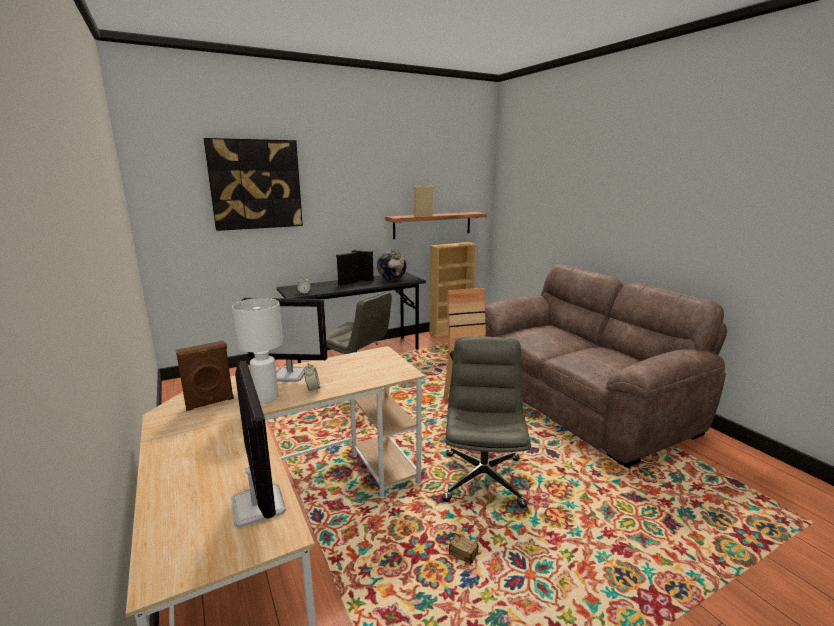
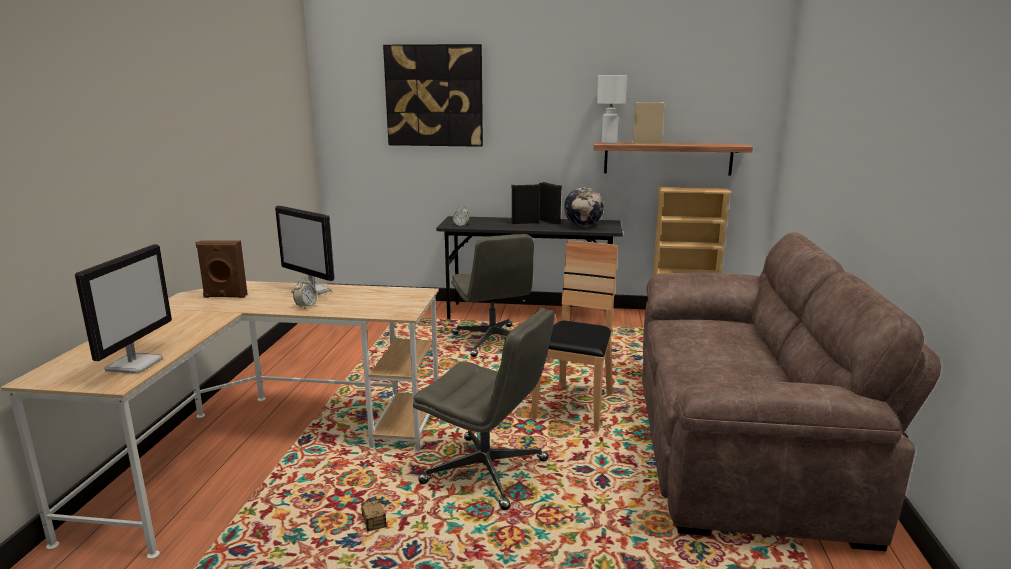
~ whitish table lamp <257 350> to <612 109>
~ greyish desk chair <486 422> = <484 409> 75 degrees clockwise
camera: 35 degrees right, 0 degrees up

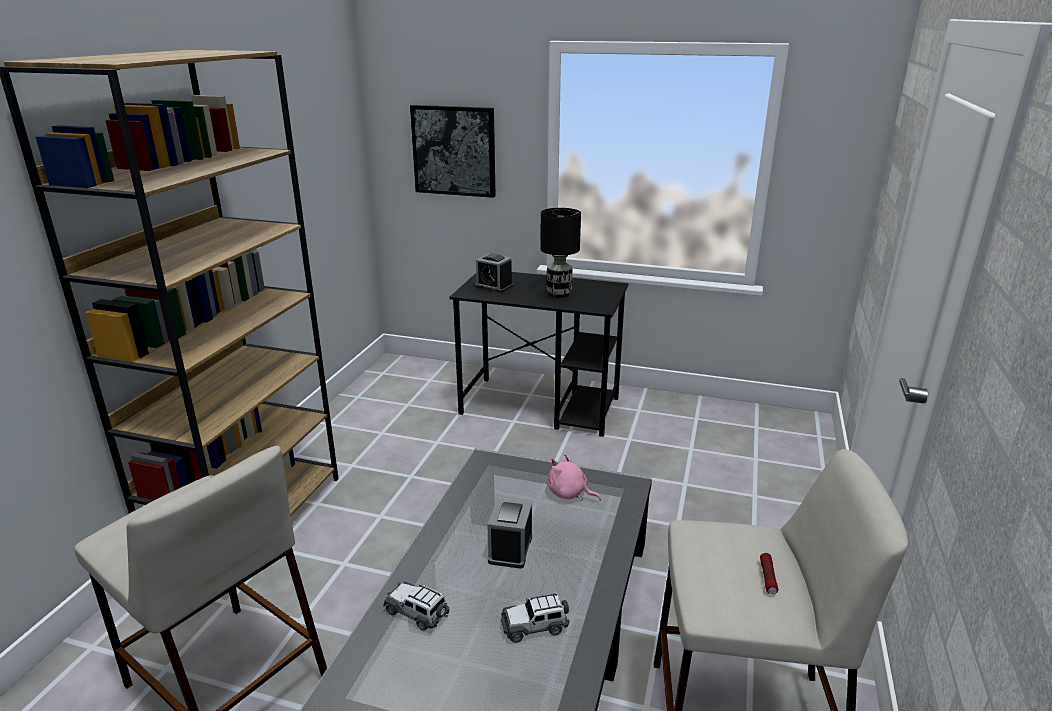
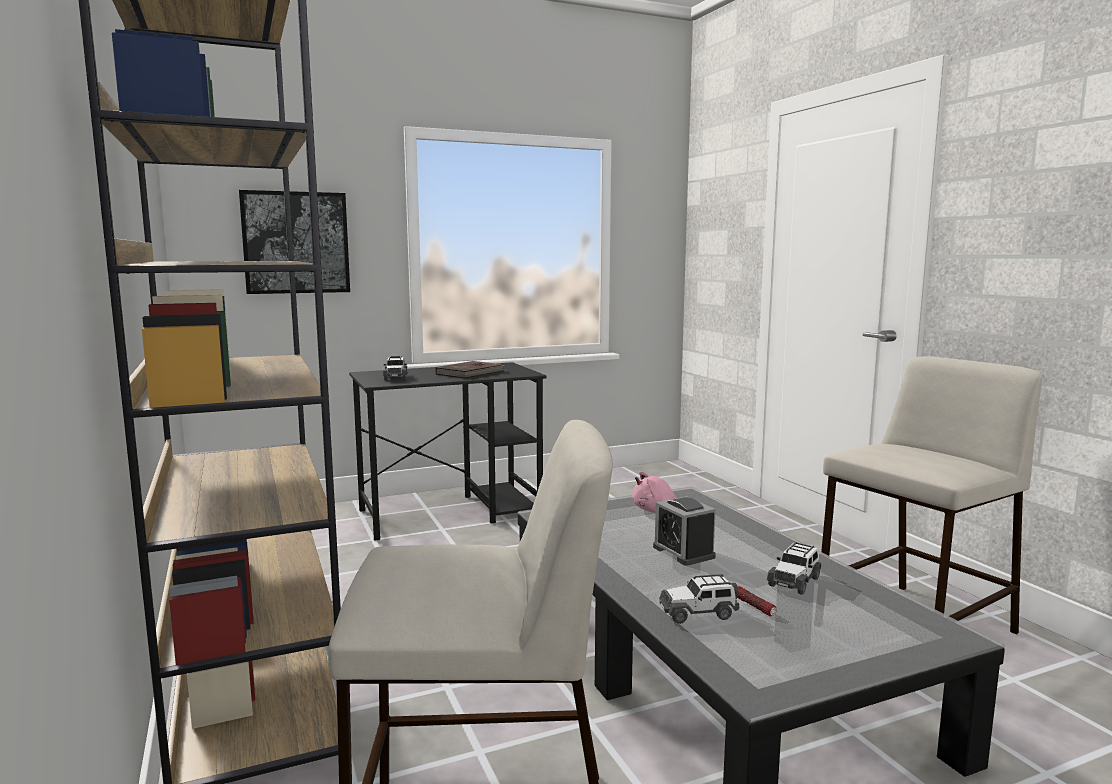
~ black table lamp <560 253> to brownish book <471 369>
~ table clock <494 273> to toy car <395 368>
~ hand torch <769 573> to <757 601>
camera: 40 degrees left, 15 degrees down

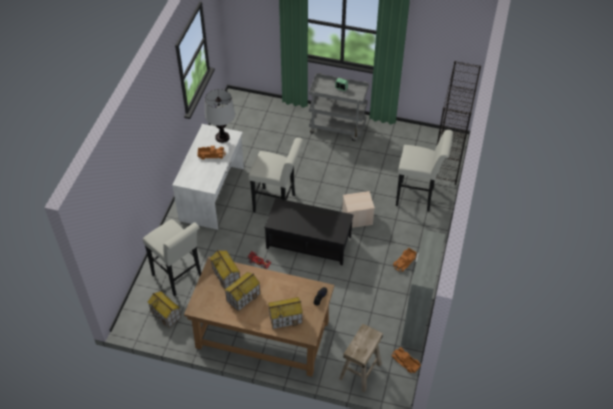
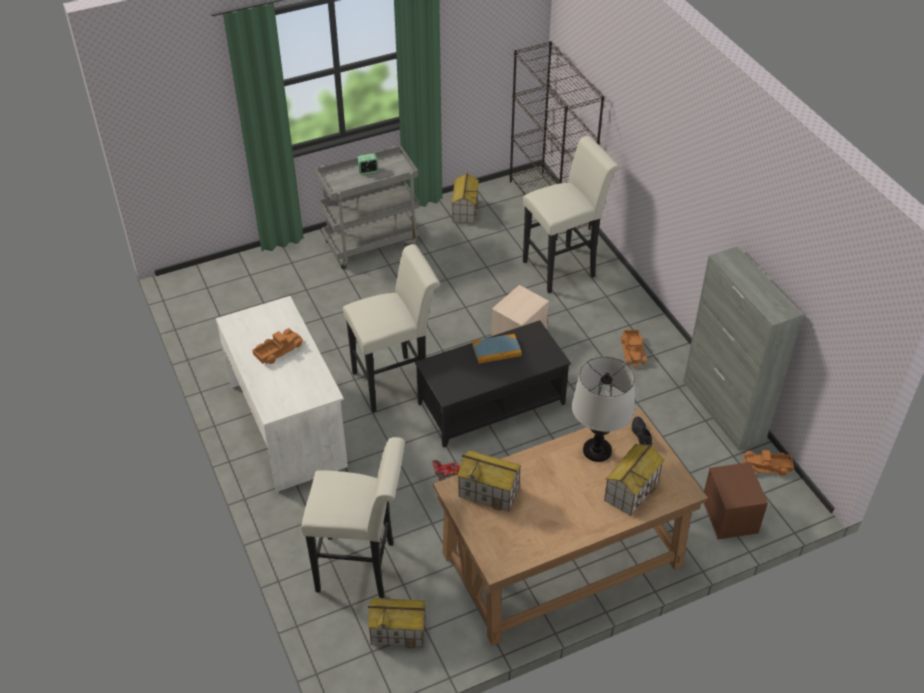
~ table lamp <220 116> to <603 409>
~ miniature house <242 292> to <465 198>
~ beige stool <361 358> to brownish storage box <736 500>
+ book <497 349>
camera: 40 degrees left, 5 degrees down

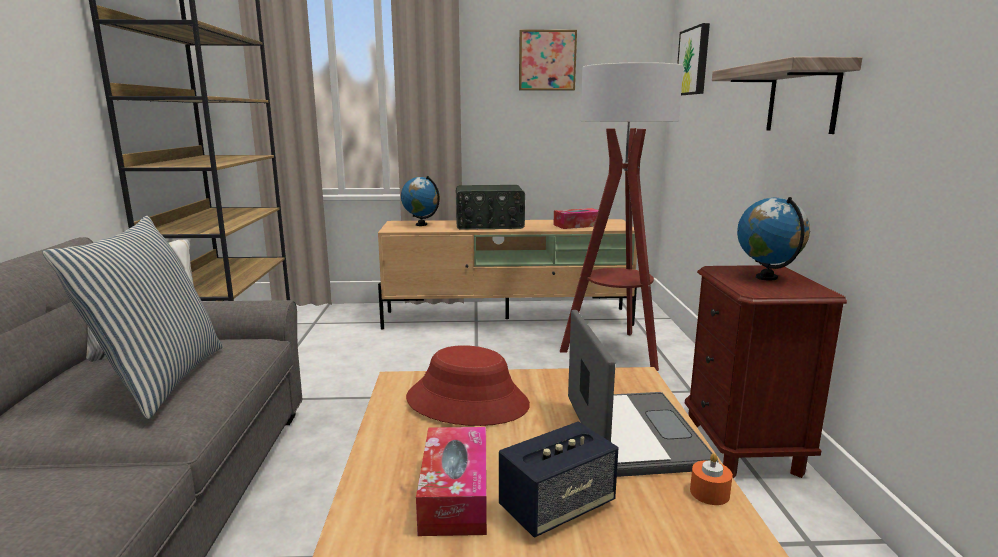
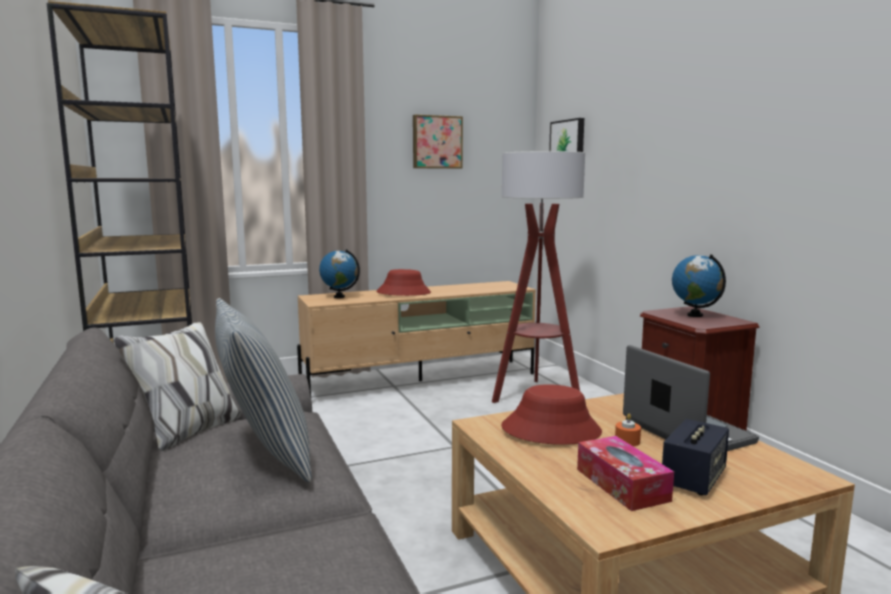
- shelf <787 95>
~ radio set <490 207> to reddish hat <403 282>
- tissue box <575 218>
~ orange-coloured wax light <711 479> to <628 430>
camera: 20 degrees left, 5 degrees down

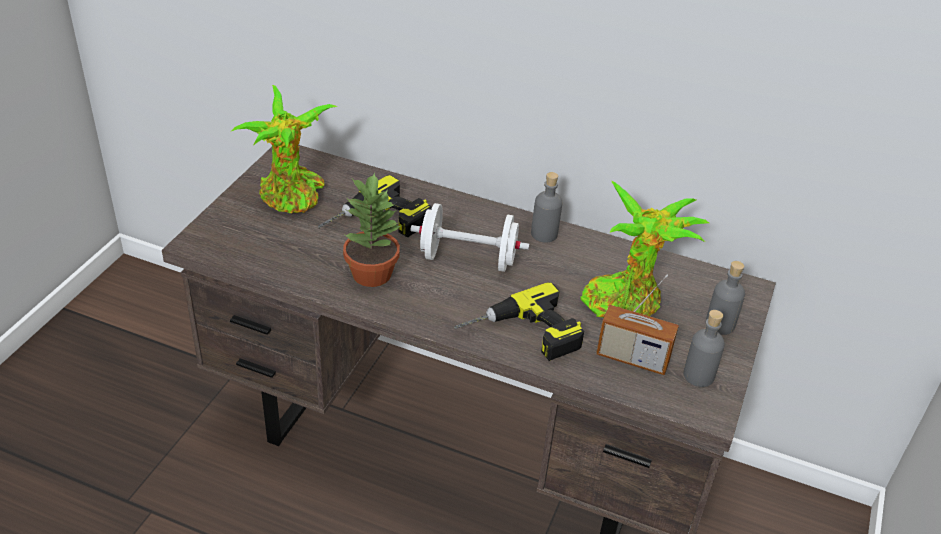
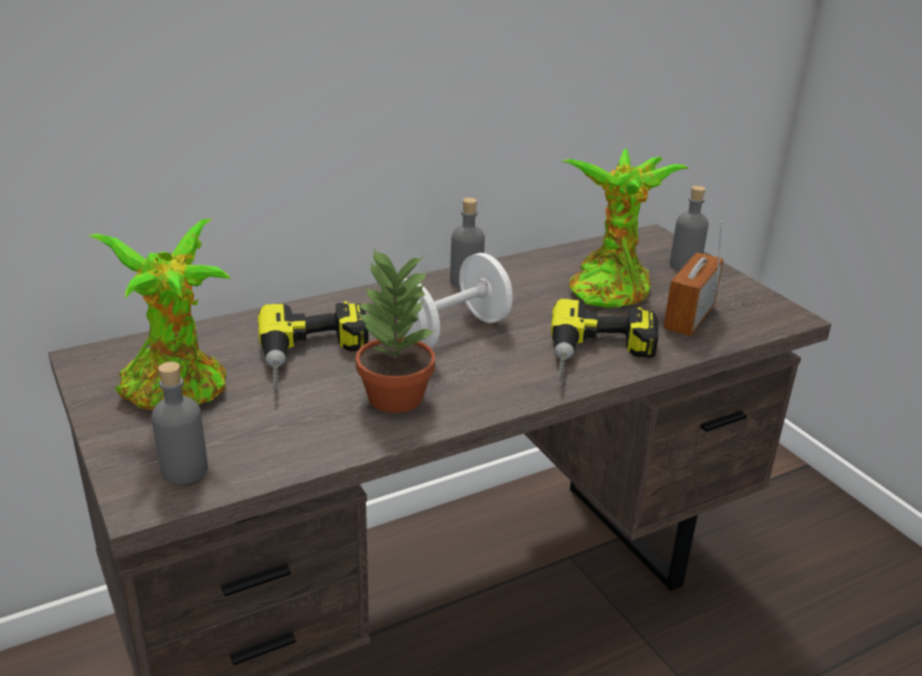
~ radio set <637 324> = <693 278> 150 degrees clockwise
~ greyish bottle <704 348> to <179 423>
camera: 50 degrees left, 10 degrees down

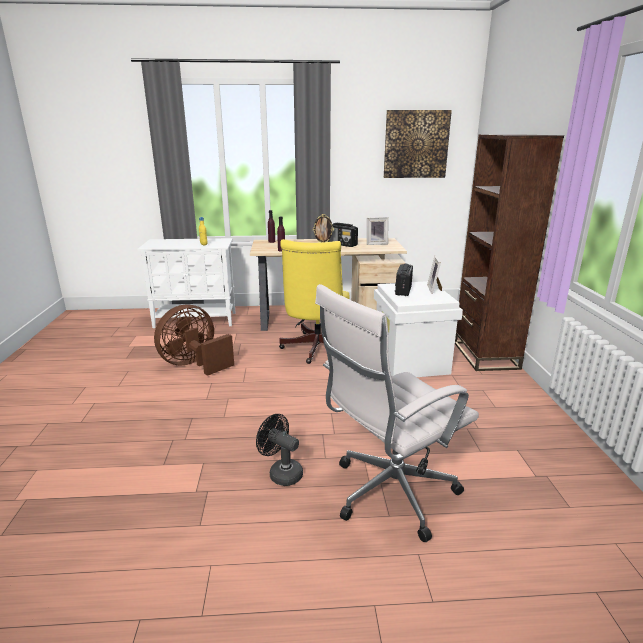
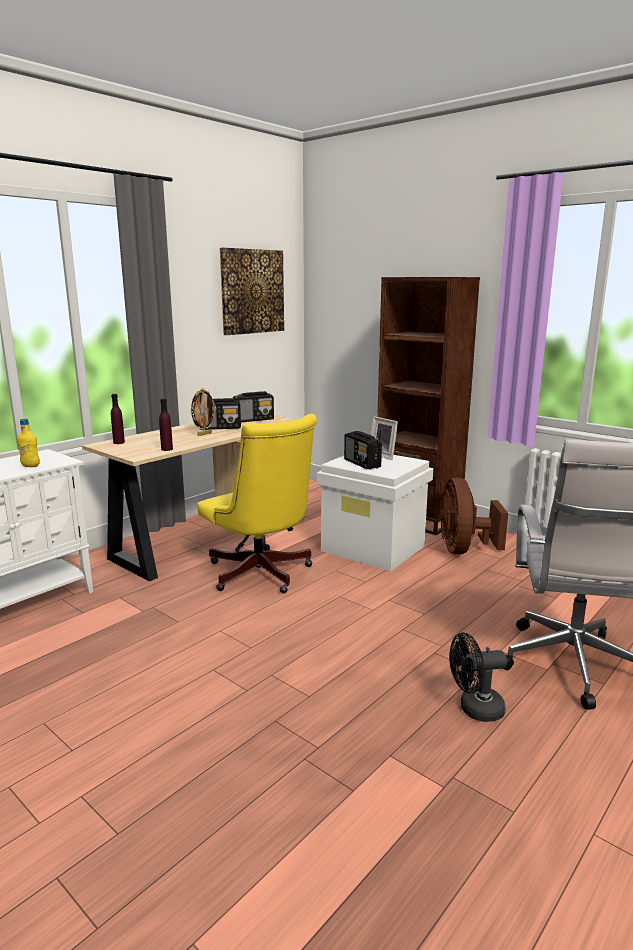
~ photo frame <378 231> to radio set <253 406>
~ brownish fan <194 340> to <474 516>
camera: 45 degrees left, 5 degrees down

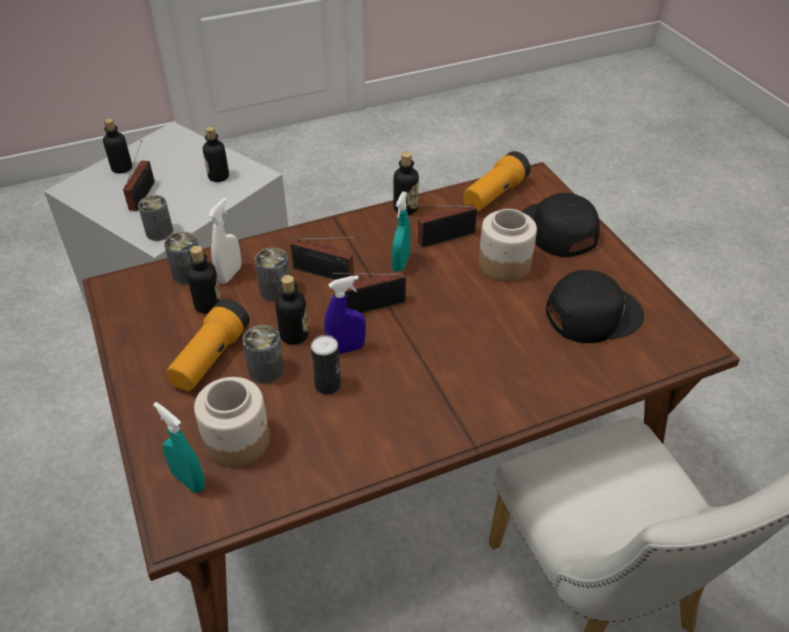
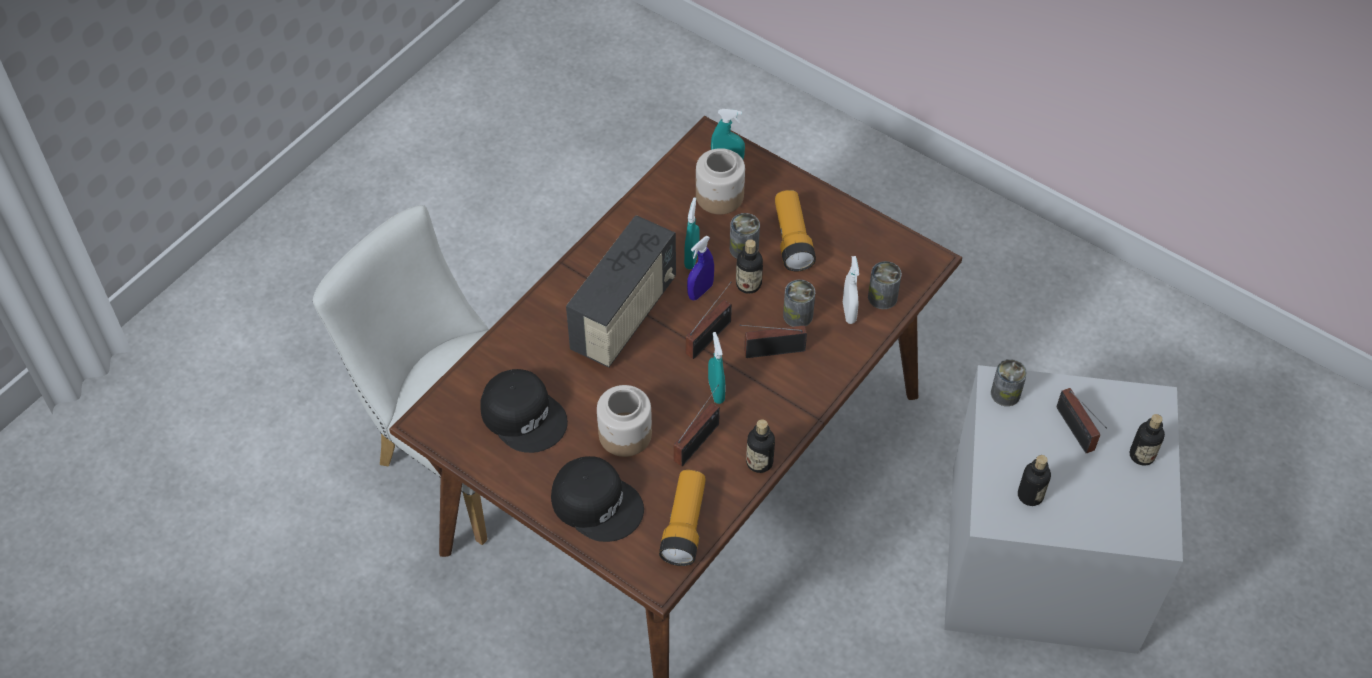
- bottle <204 280>
~ black baseball cap <595 306> = <524 411> 90 degrees counterclockwise
~ can <326 365> to turquoise spray bottle <692 233>
+ radio set <621 291>
camera: 150 degrees right, 10 degrees up

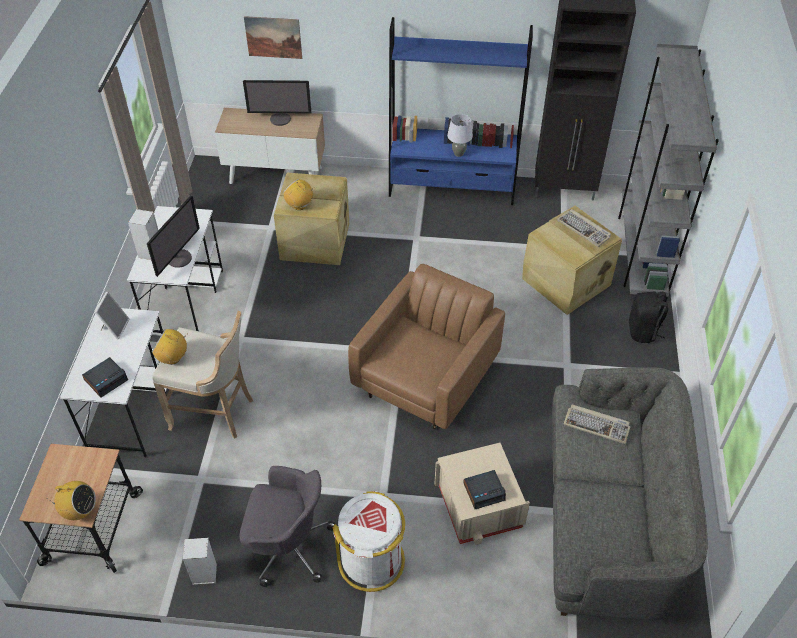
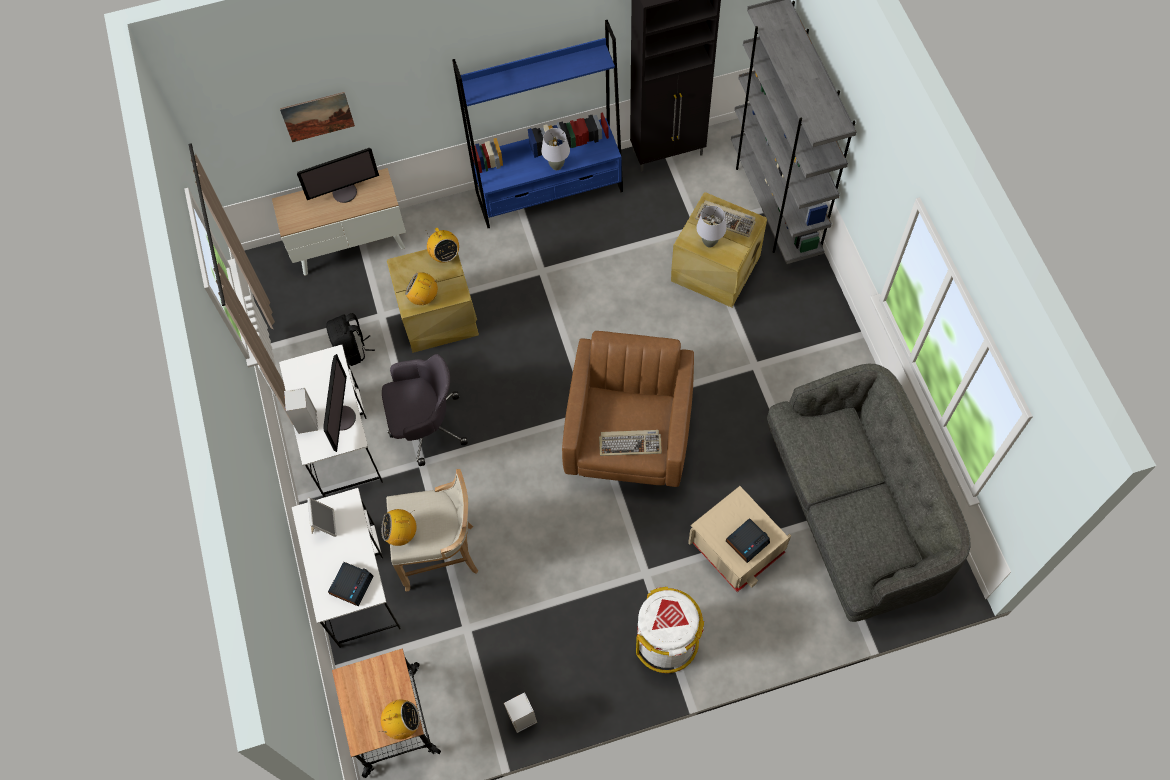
~ black knapsack <648 317> to <350 339>
~ PC keyboard <596 424> to <630 443>
~ greyish desk chair <287 526> to <425 410>
+ greyish table lamp <711 227>
+ radio set <443 245>
camera: 20 degrees left, 15 degrees up

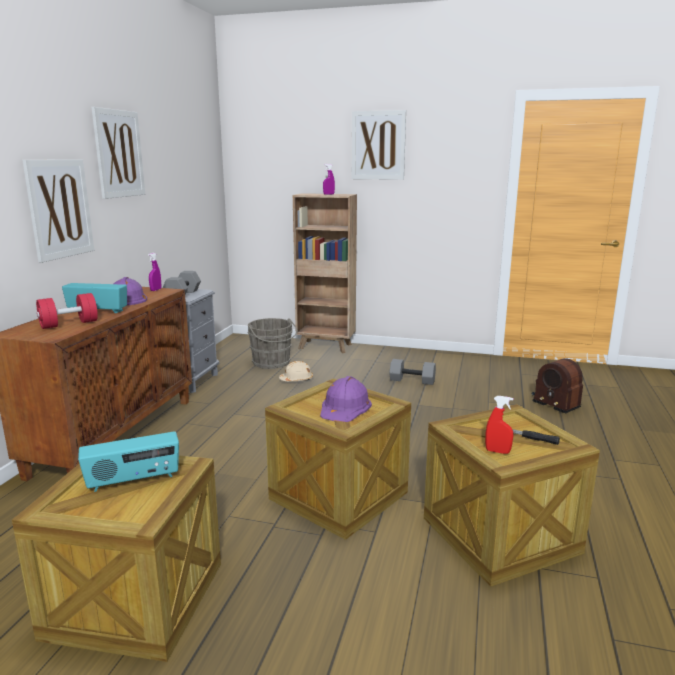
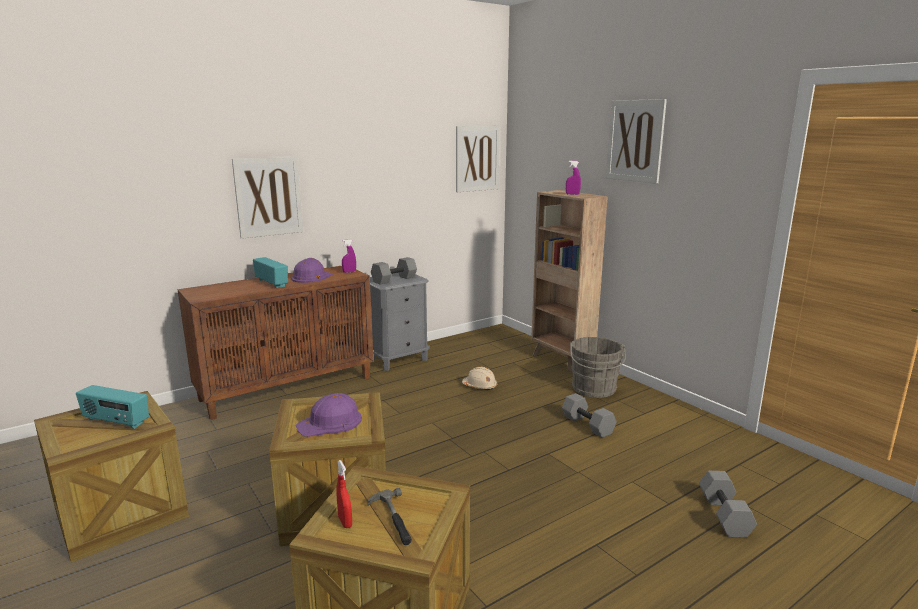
~ wall art <118 153> to <478 159>
- reddish dumbbell <67 311>
~ greyish water bucket <272 343> to <598 367>
~ radio set <557 386> to greyish dumbbell <728 504>
camera: 40 degrees right, 0 degrees up

